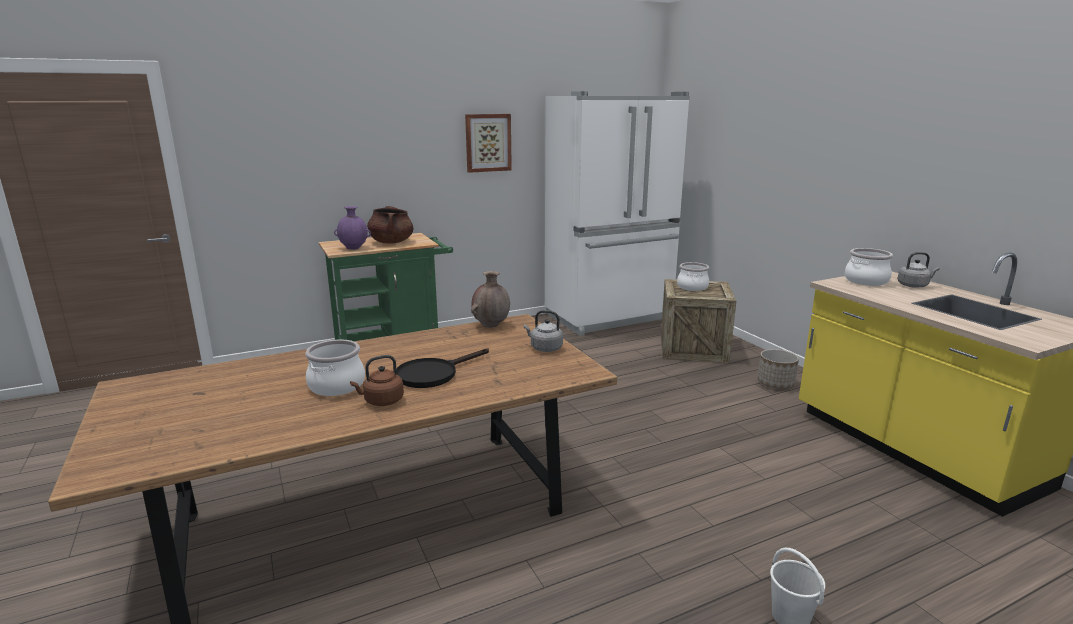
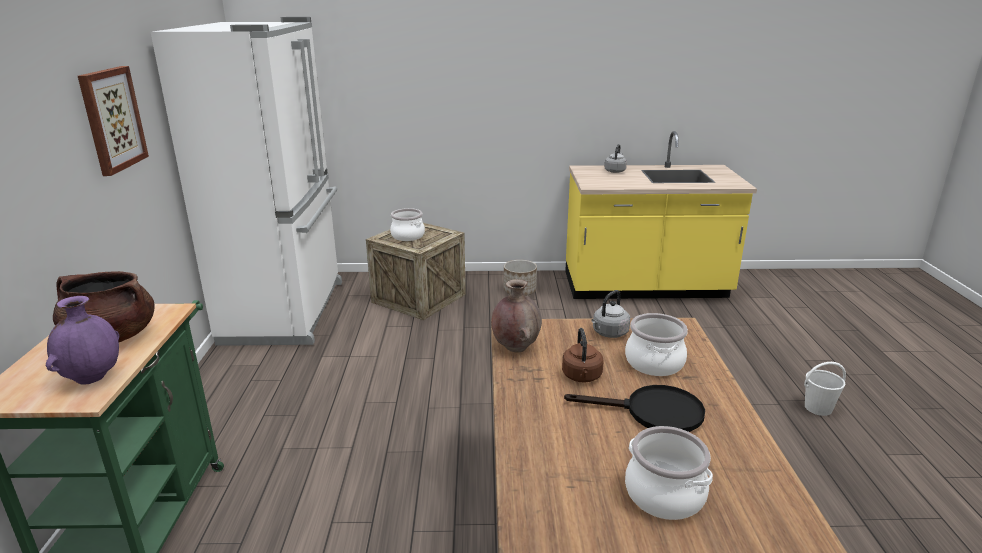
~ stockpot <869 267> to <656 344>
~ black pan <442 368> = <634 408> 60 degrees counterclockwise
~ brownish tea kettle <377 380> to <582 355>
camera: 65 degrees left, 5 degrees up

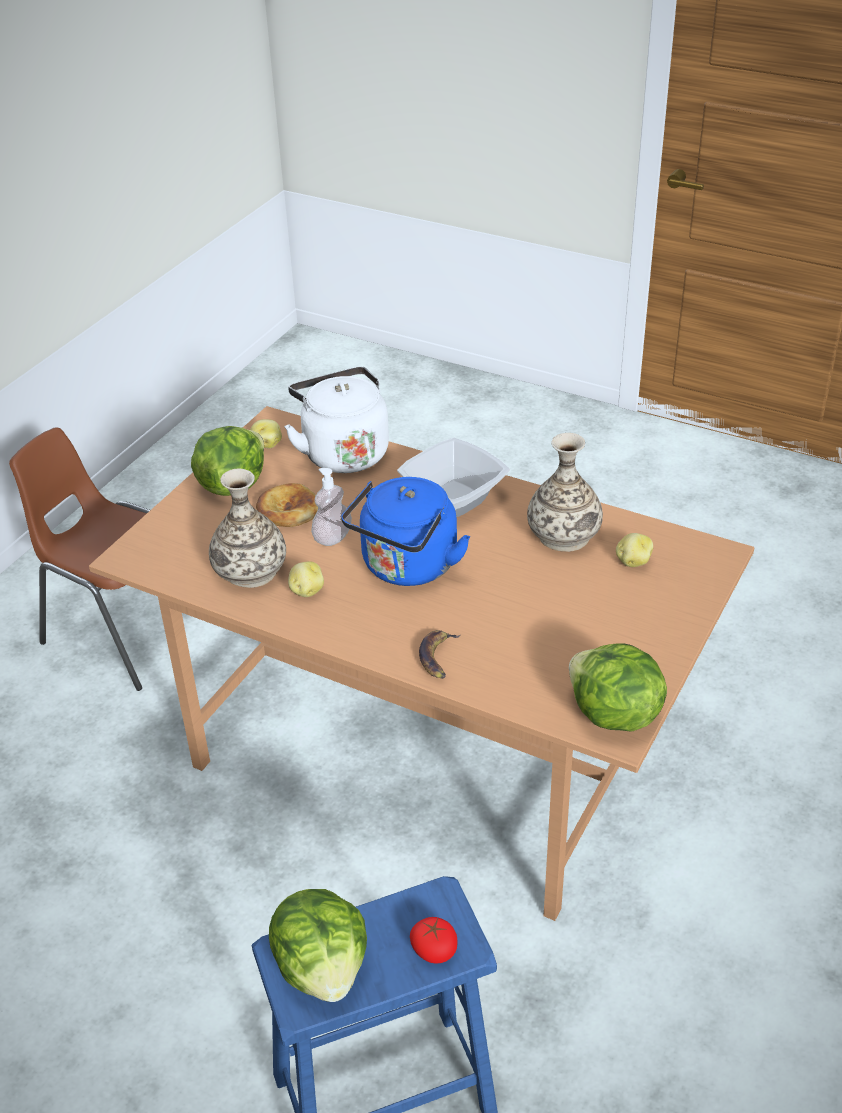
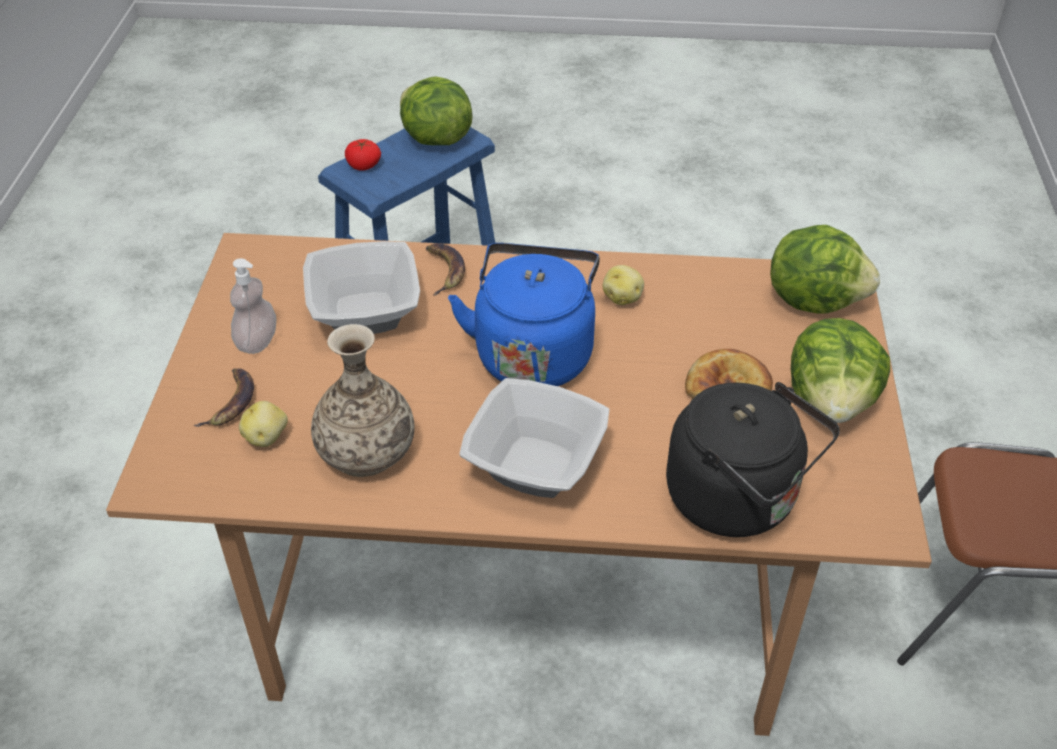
~ whitish tea kettle <336 420> to black tea kettle <753 459>
- potato <266 434>
~ liquid soap bottle <331 507> to <253 306>
- flower vase <247 528>
~ head of lettuce <618 687> to <825 269>
+ serving bowl <361 287>
+ banana fruit <224 397>
camera: 155 degrees right, 5 degrees up

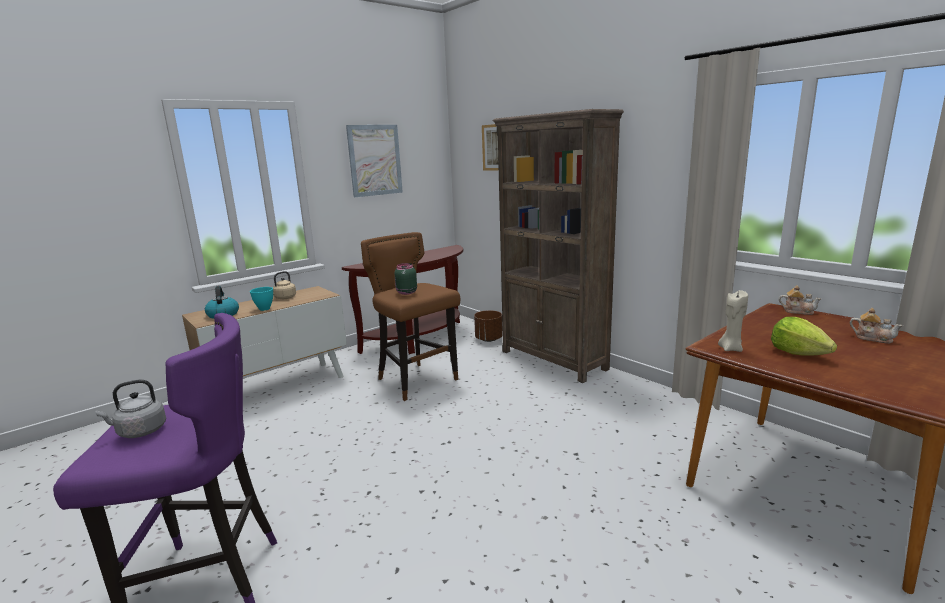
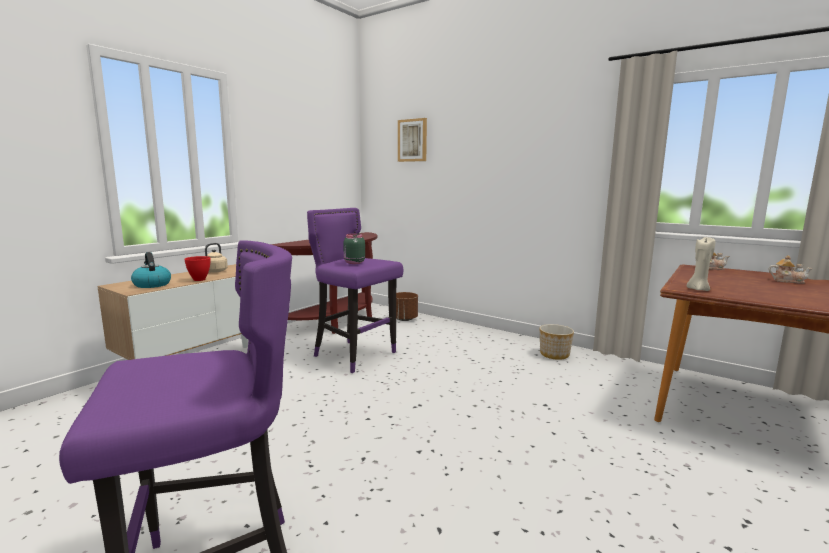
- brownish bookshelf <558 246>
- wall art <374 161>
~ brownish stool <410 316> to purplish stool <355 290>
~ turquoise serving bowl <261 299> to reddish serving bowl <197 268>
- head of lettuce <804 336>
- greyish tea kettle <130 409>
+ planter <557 342>
camera: 15 degrees left, 5 degrees down

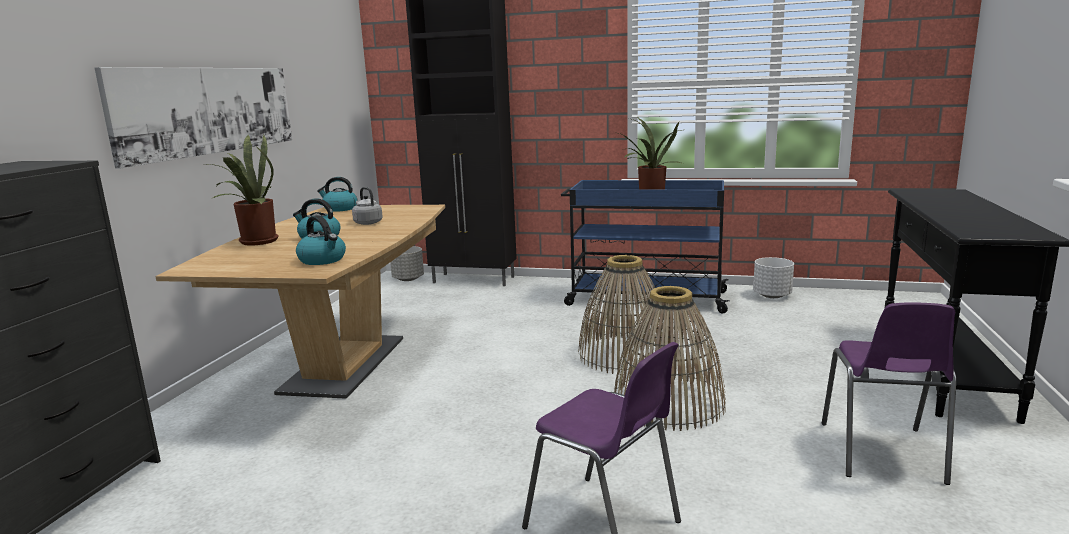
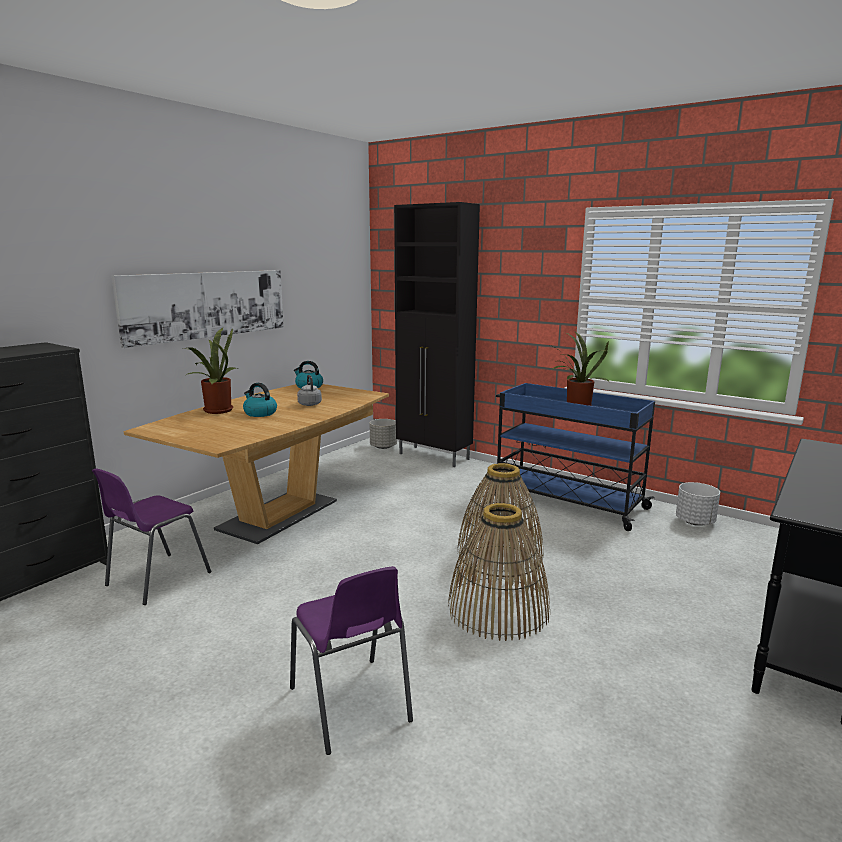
- tea kettle <321 240>
~ purplish plain chair <889 394> to <151 536>
camera: 20 degrees right, 0 degrees up

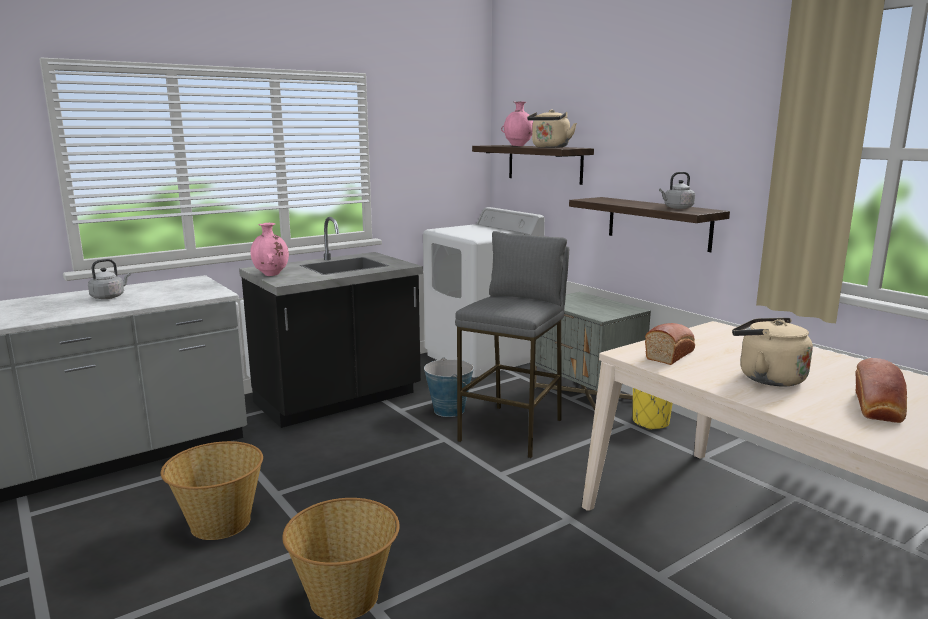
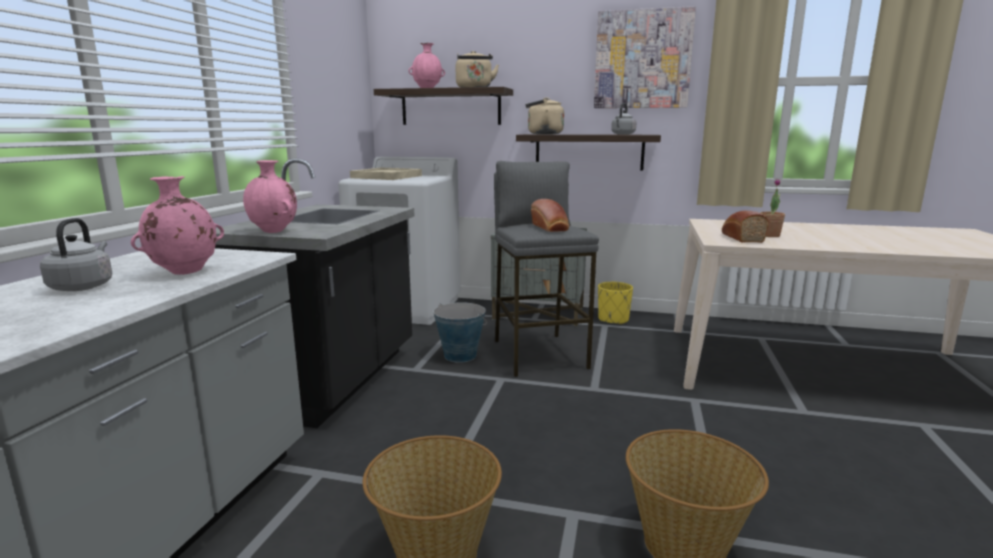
~ beige tea kettle <772 352> to <544 115>
~ bread <881 390> to <550 215>
+ wall art <645 57>
+ beige serving tray <386 174>
+ pink flower vase <177 225>
+ potted plant <772 207>
camera: 40 degrees left, 0 degrees up

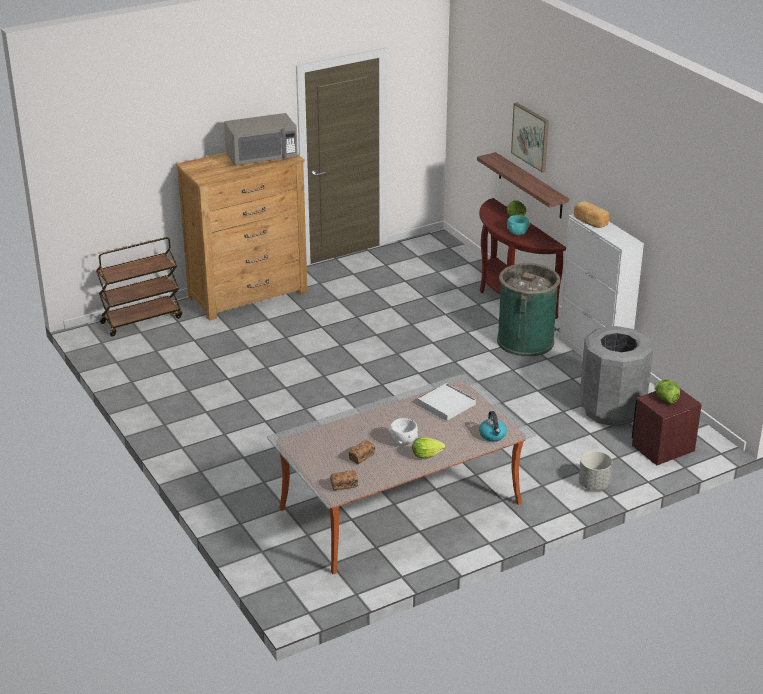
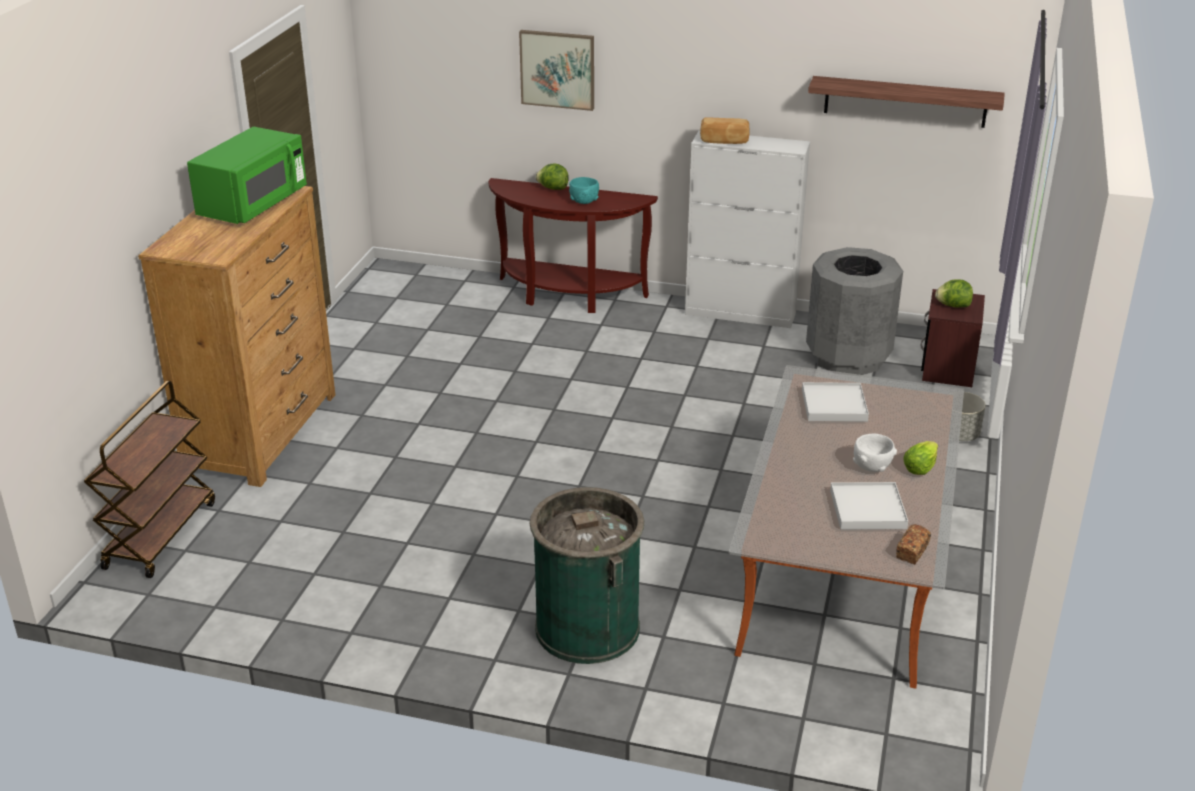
~ greyish microwave <261 139> to green-coloured microwave <247 175>
~ shelf <523 185> to <906 102>
~ green-coloured waste bin <528 310> to <587 575>
- tea kettle <493 426>
~ bread <362 452> to whitish serving tray <869 506>
camera: 45 degrees left, 0 degrees up

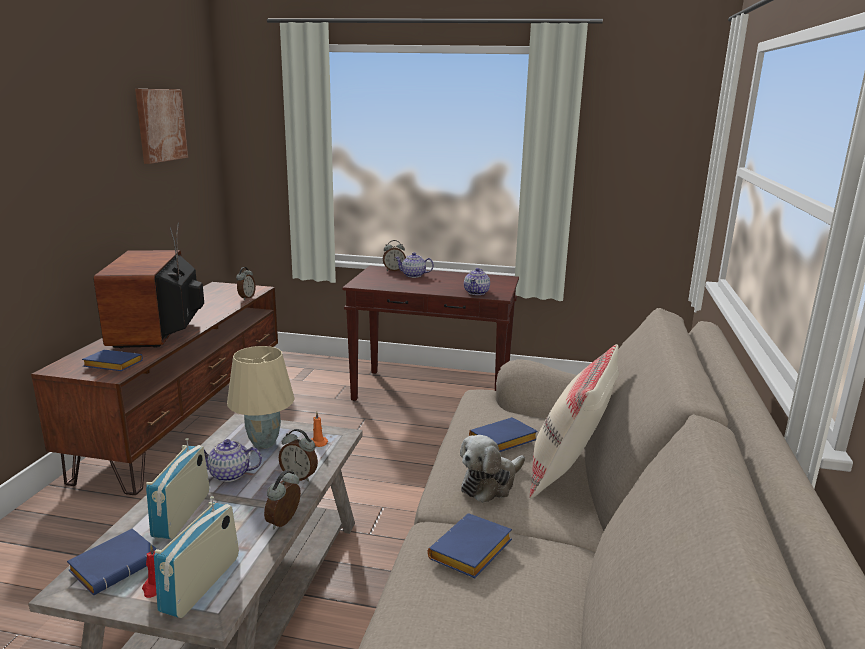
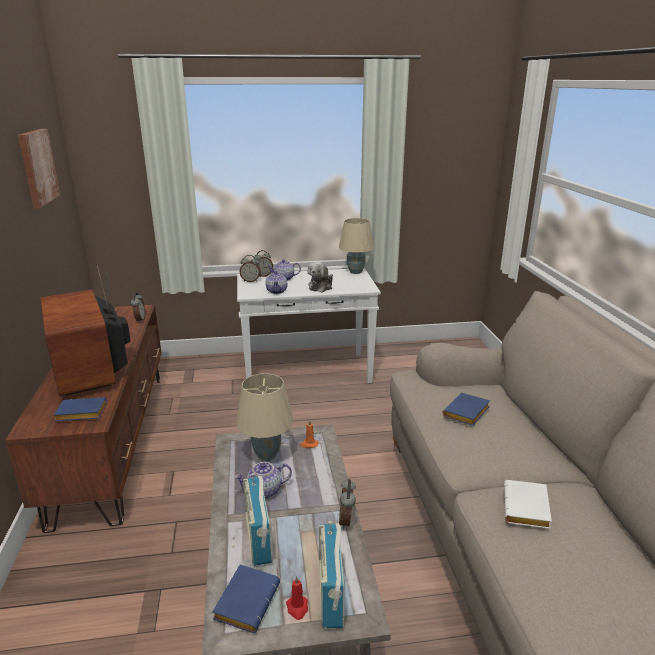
~ brownish hall table <430 333> to whitish hall table <309 325>
~ tea pot <477 281> to <276 282>
- beige cushion <574 421>
~ table clock <298 455> to <250 268>
~ plush toy <492 469> to <320 277>
~ blue book <469 546> to whitish book <528 504>
+ beige table lamp <356 246>
camera: 20 degrees left, 5 degrees up

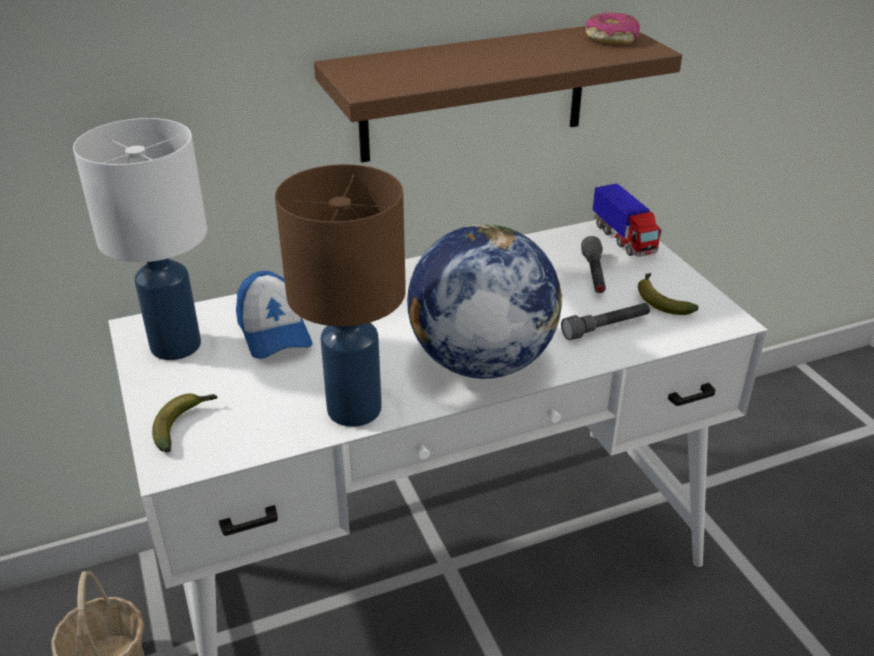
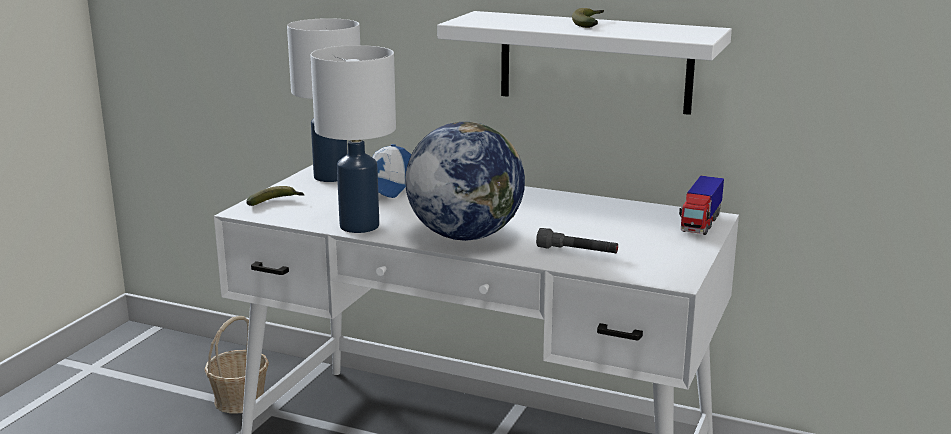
- doughnut <613 28>
~ brownish shelf <498 94> to whitish shelf <584 63>
~ brownish table lamp <340 295> to whitish table lamp <353 139>
- greyish hand torch <593 264>
~ banana fruit <668 294> to <588 18>
camera: 45 degrees right, 15 degrees down

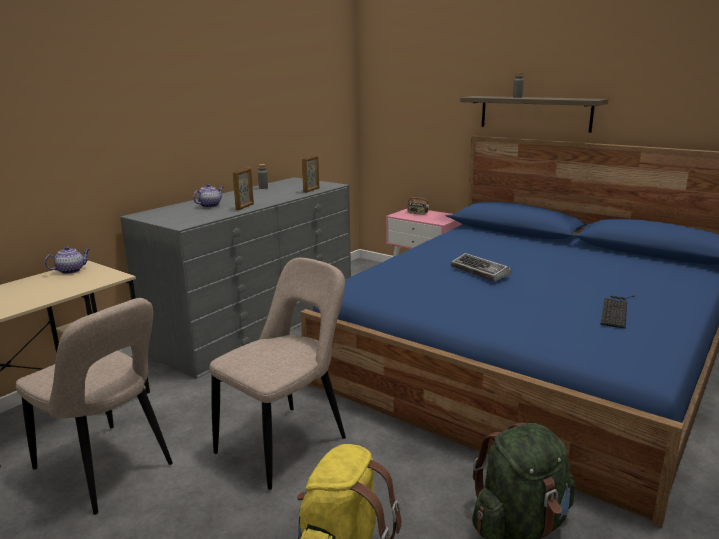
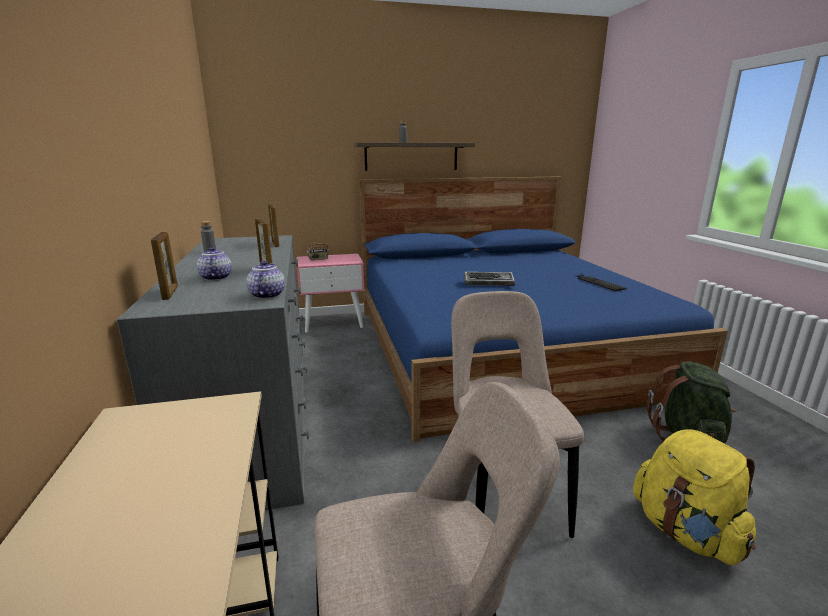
~ tea pot <67 260> to <265 280>
+ photo frame <164 266>
camera: 50 degrees left, 0 degrees up

